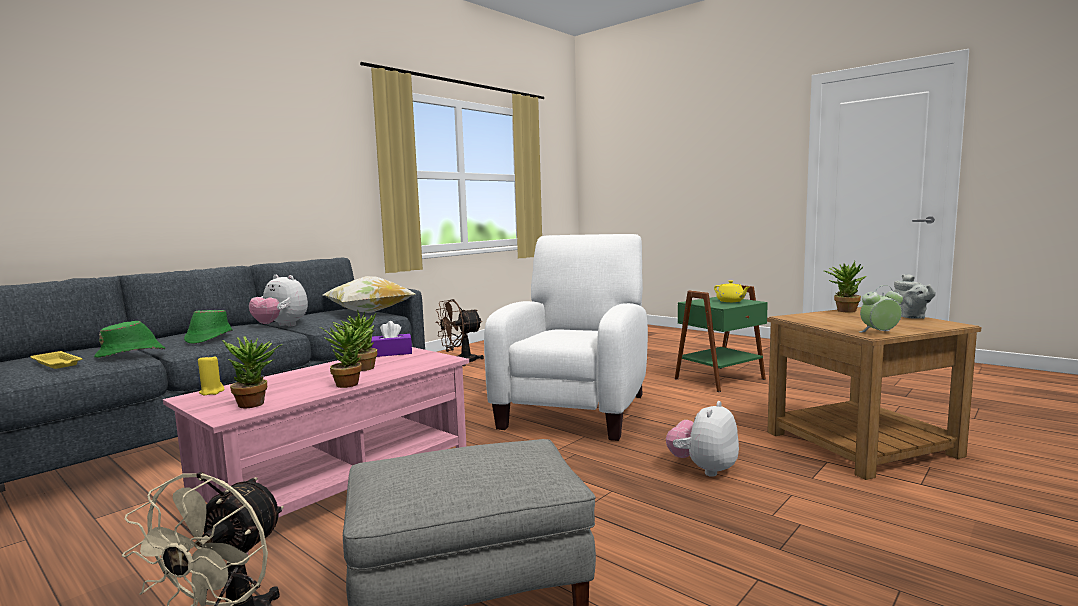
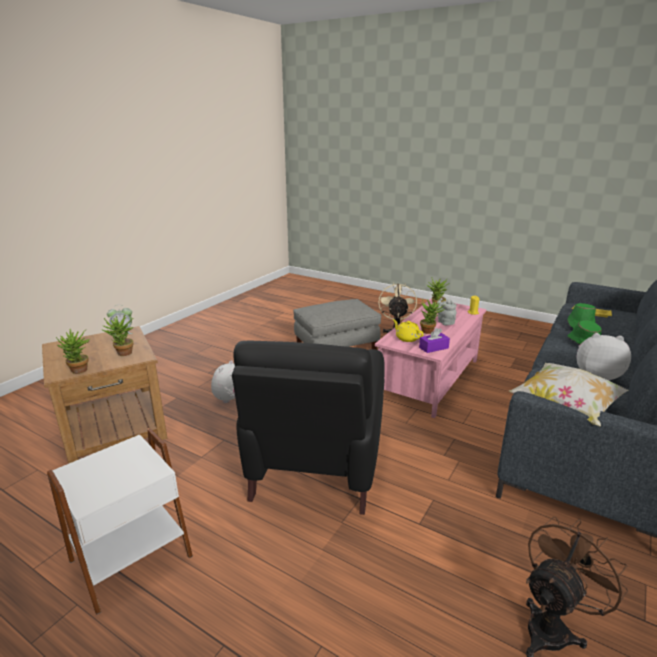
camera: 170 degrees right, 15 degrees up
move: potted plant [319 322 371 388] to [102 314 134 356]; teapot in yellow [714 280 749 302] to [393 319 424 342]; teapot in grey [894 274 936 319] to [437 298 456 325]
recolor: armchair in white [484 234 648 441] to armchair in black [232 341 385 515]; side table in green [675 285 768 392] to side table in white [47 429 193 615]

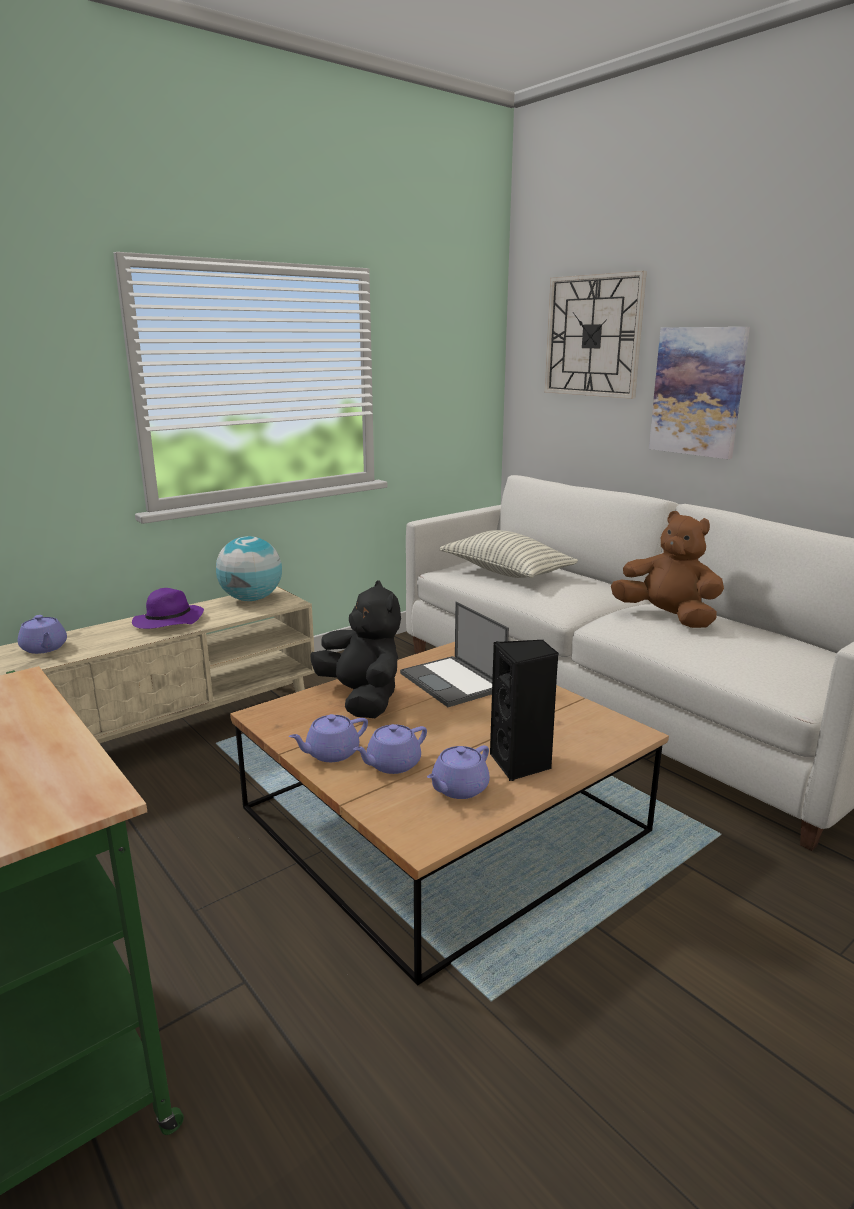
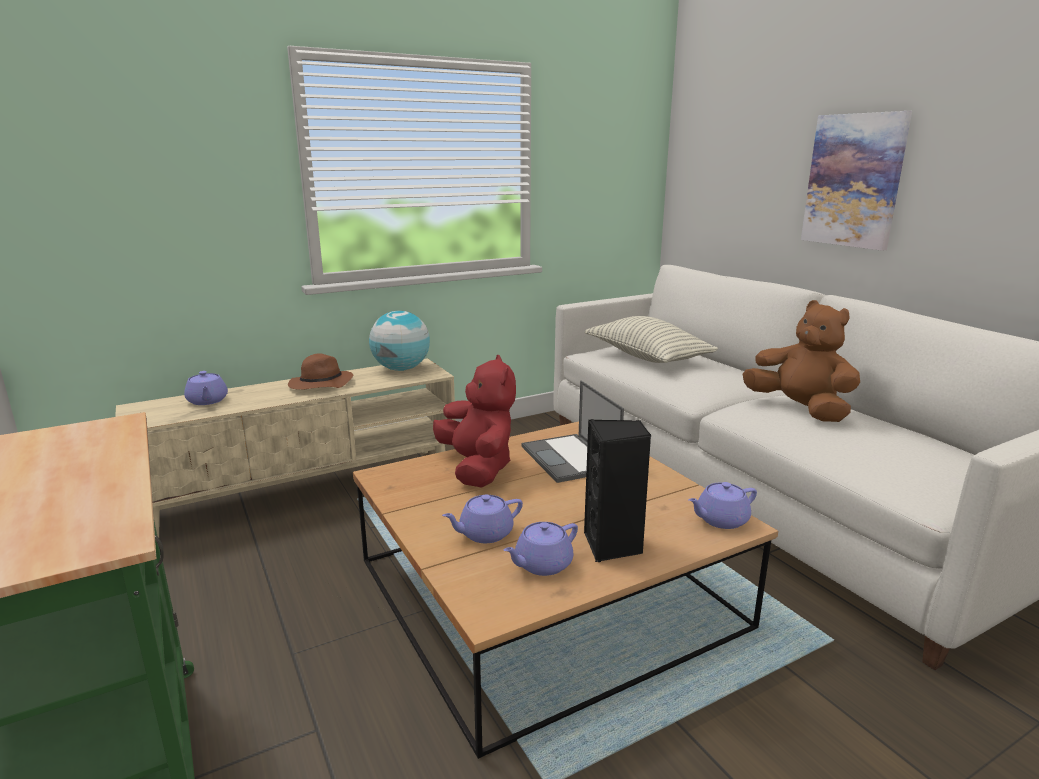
camera: 10 degrees right, 0 degrees up
delete: wall clock [545 271 647 399]
move: teapot in purple [289 714 368 762] to [688 482 757 529]
recolor: hat in purple [132 588 204 629] to hat in brown [288 353 353 390]; plush toy in black [310 580 401 718] to plush toy in red [433 355 516 488]

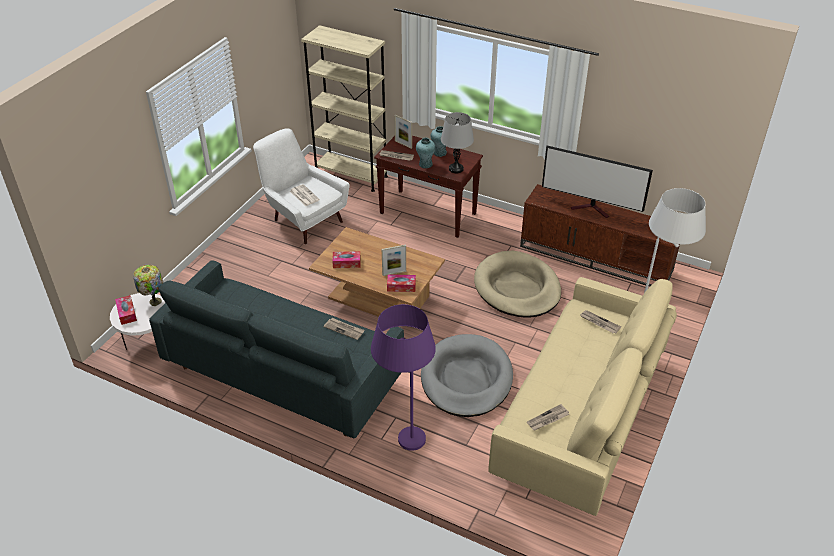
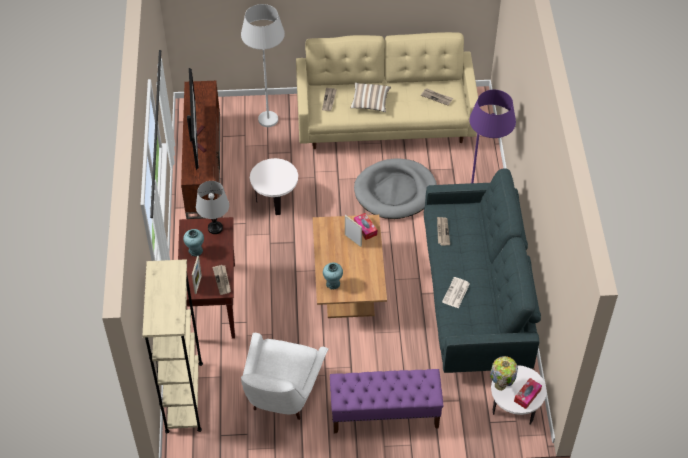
camera: 120 degrees left, 10 degrees up
delete: tissue box [332 251 361 268]
insert: bench in purple [330 369 443 433]; pillow [350 83 391 112]
move: newspaper [290 184 320 206] to [442 277 470 308]; vase in turquoise [416 138 435 168] to [323 263 343 290]
replace: dog bed in beige [474 251 561 317] to side table in white [250 158 298 215]

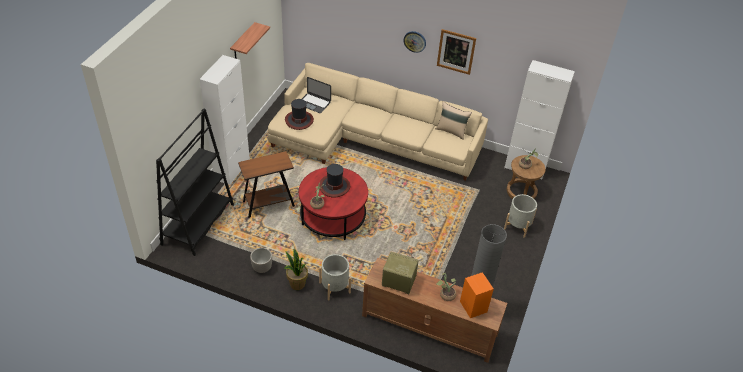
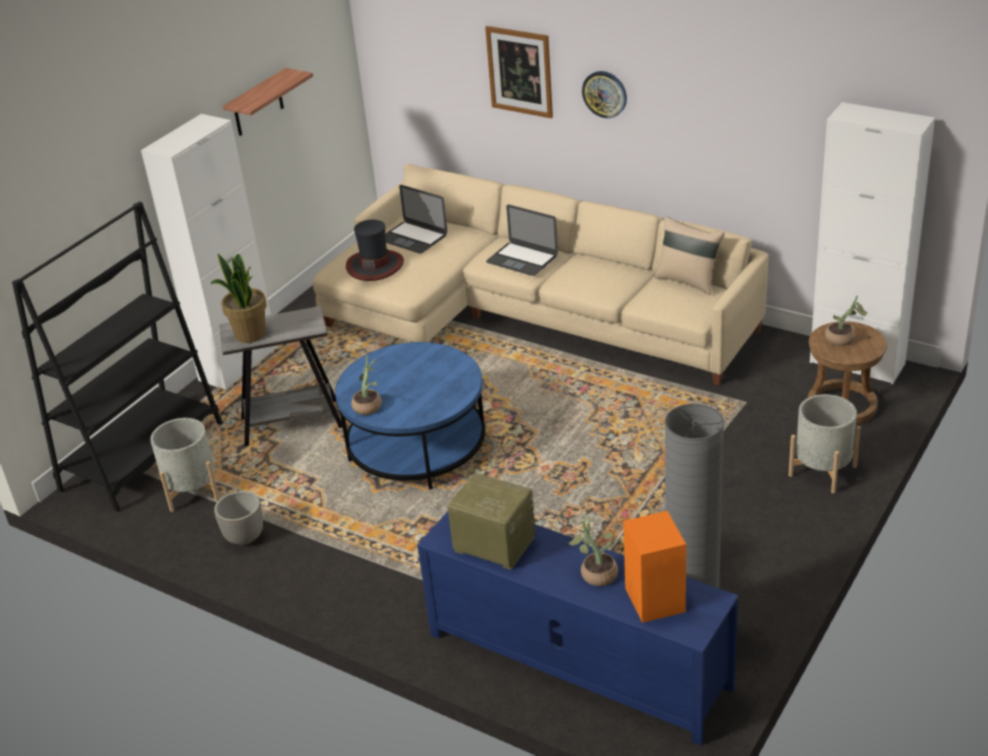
camera: 15 degrees right, 10 degrees down
delete: hat [319 164 350 198]
insert: laptop [486 205 558 276]
move: potted plant [284 249 308 290] to [210 254 267 343]; planter in grey [319 254 351 300] to [150 418 219 512]; picture [437 29 476 75] to [485 26 553 118]
recolor: side table in brown [238 151 295 218] to side table in grey [219 306 343 446]; coffee table in red [299 167 368 240] to coffee table in blue [335 342 485 490]; tv stand in brown [362 258 508 363] to tv stand in blue [417 512 739 745]

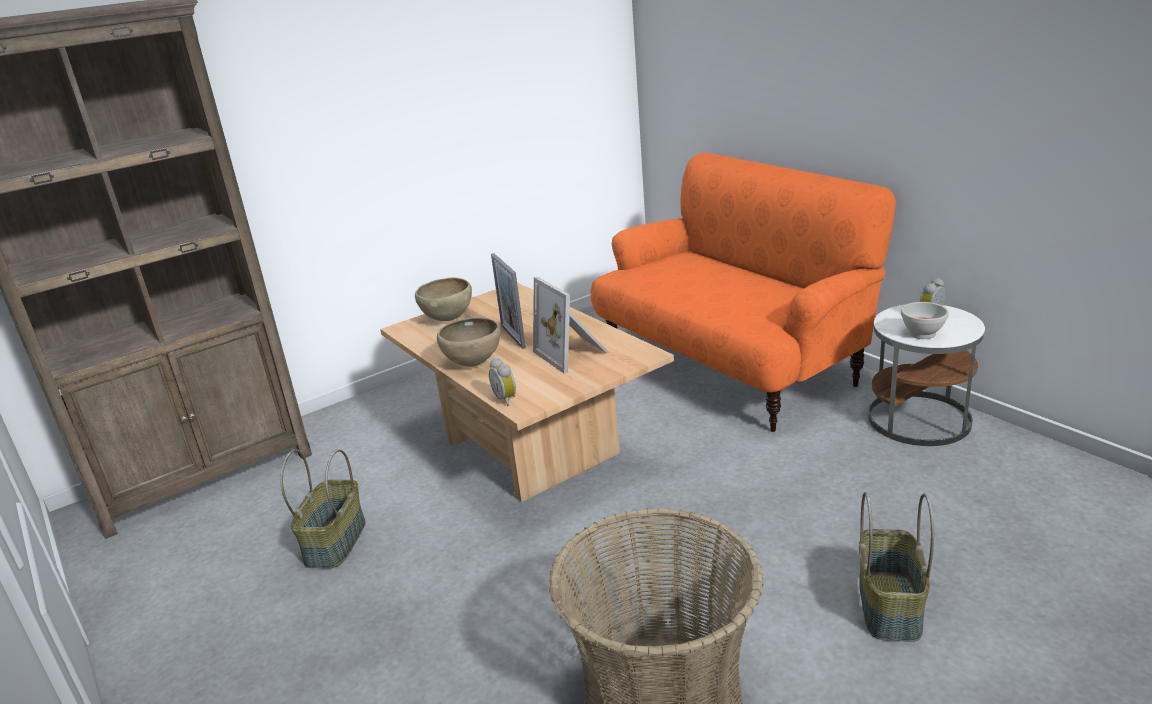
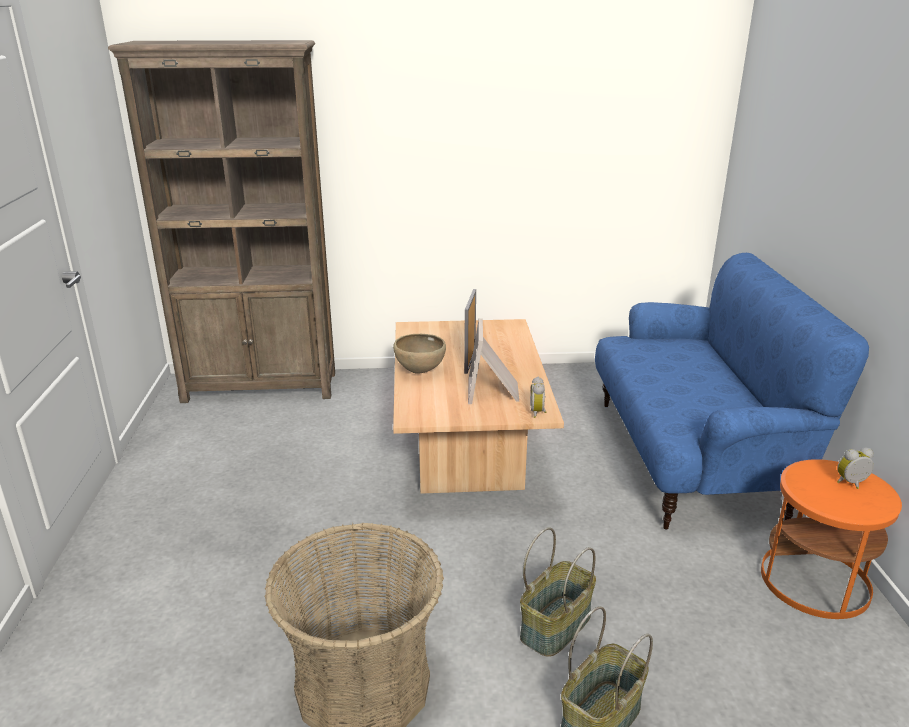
camera: 30 degrees right, 0 degrees up
delete: bowl in brown [415 277 472 321]; bowl in white [901 302 949 339]
move: basket [280 449 366 569] to [520 527 596 657]; alarm clock [489 358 516 406] to [530 377 546 418]
recolor: sofa in orange [591 153 896 432] to sofa in blue [595 253 869 530]; side table in white [868 304 985 446] to side table in orange [761 459 902 619]

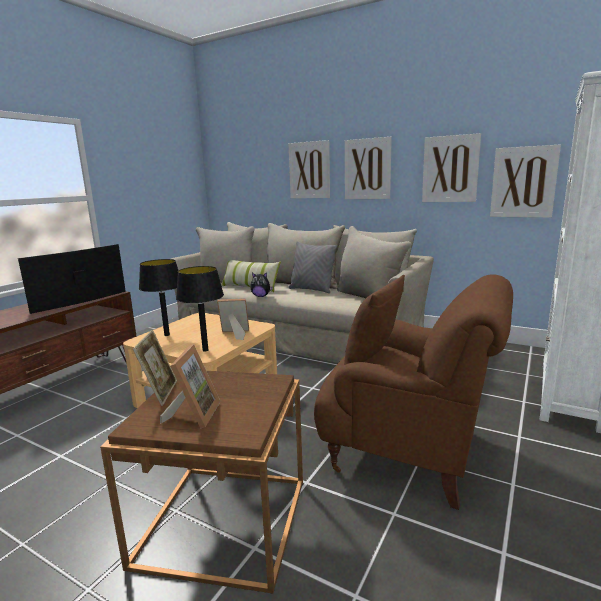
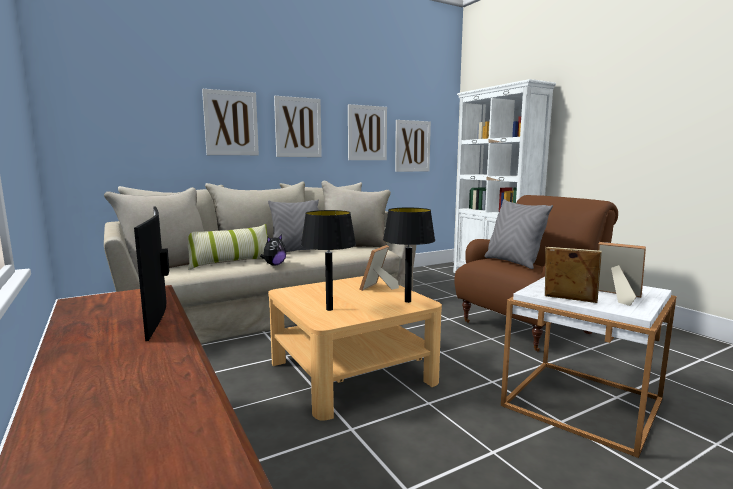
camera: 60 degrees left, 5 degrees down
recolor: side table in brown [100 371 303 593] to side table in white [501 277 677 458]; pillow in brown [344 275 405 365] to pillow in grey [484 199 553 269]

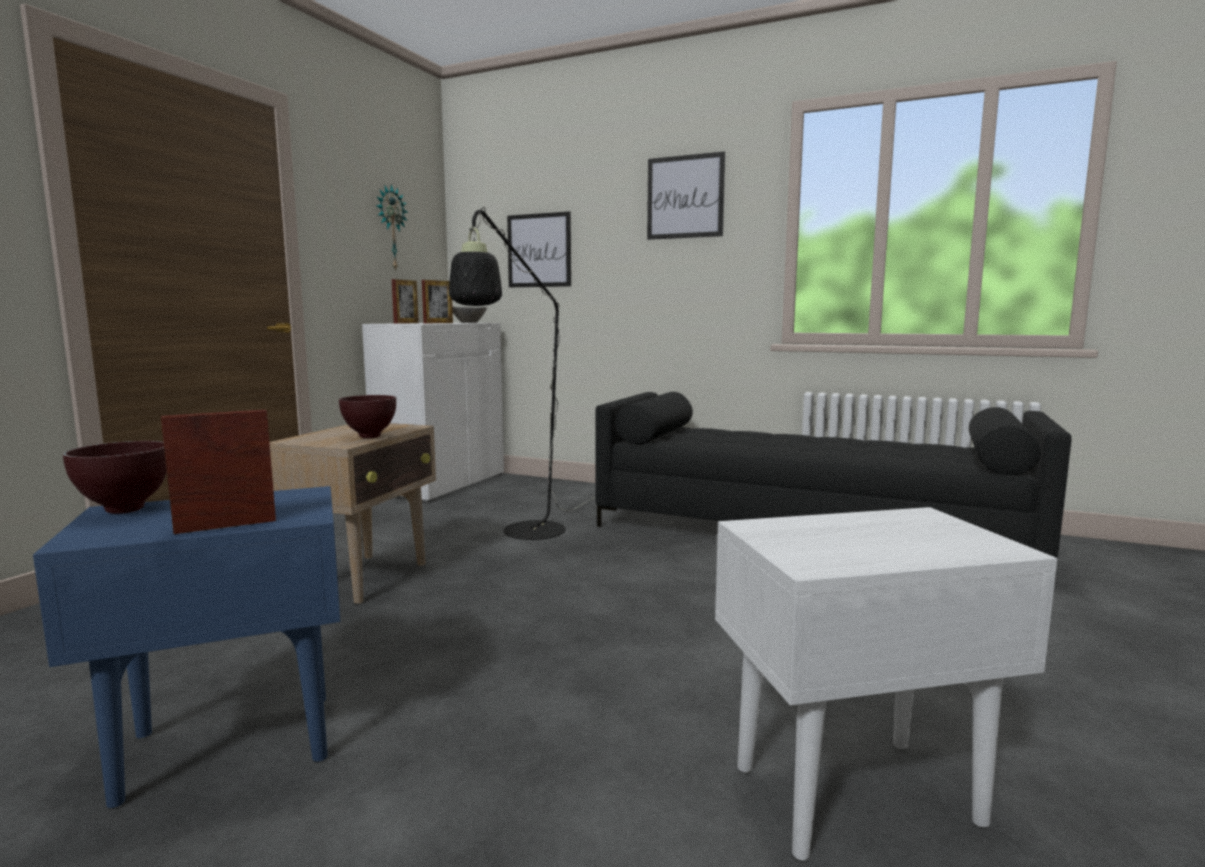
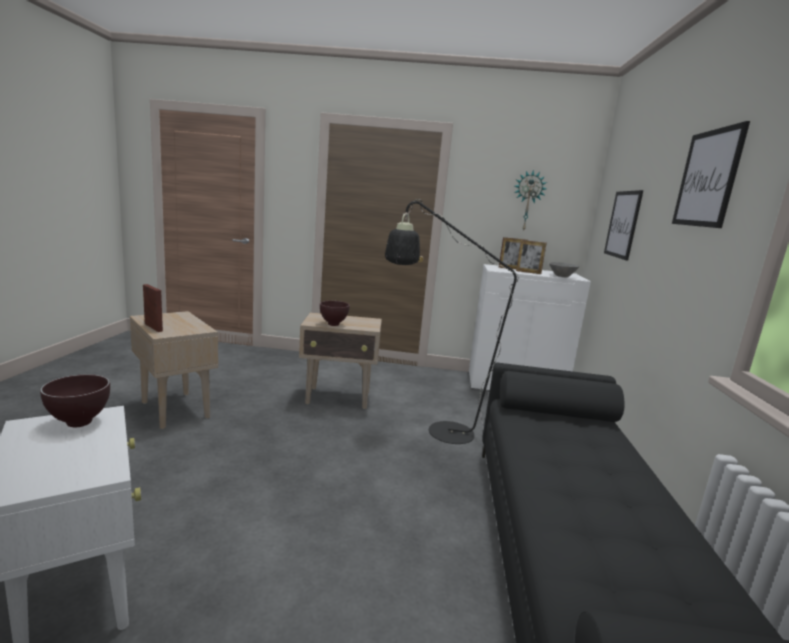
camera: 70 degrees right, 5 degrees up
move: bowl in brown [63 441 167 514] to [40 374 110 427]
recolor: side table in blue [33 486 340 808] to side table in beige [130 311 218 429]

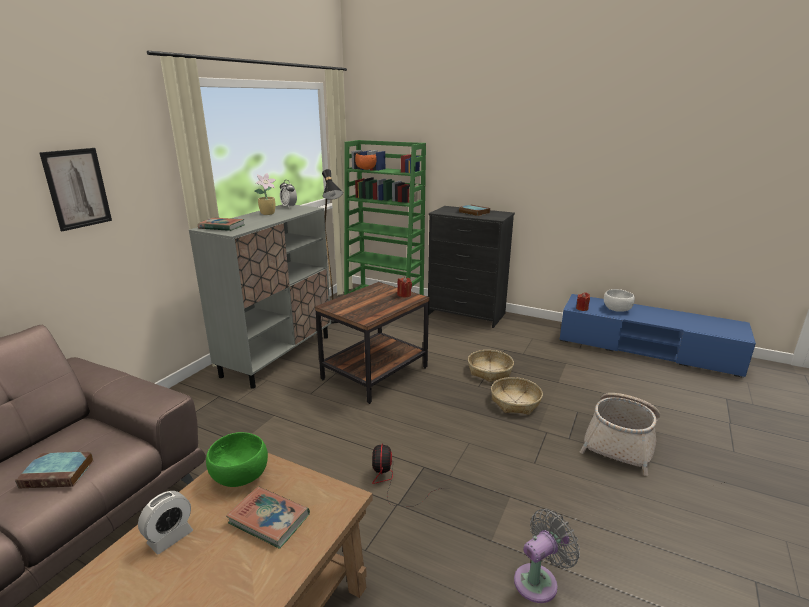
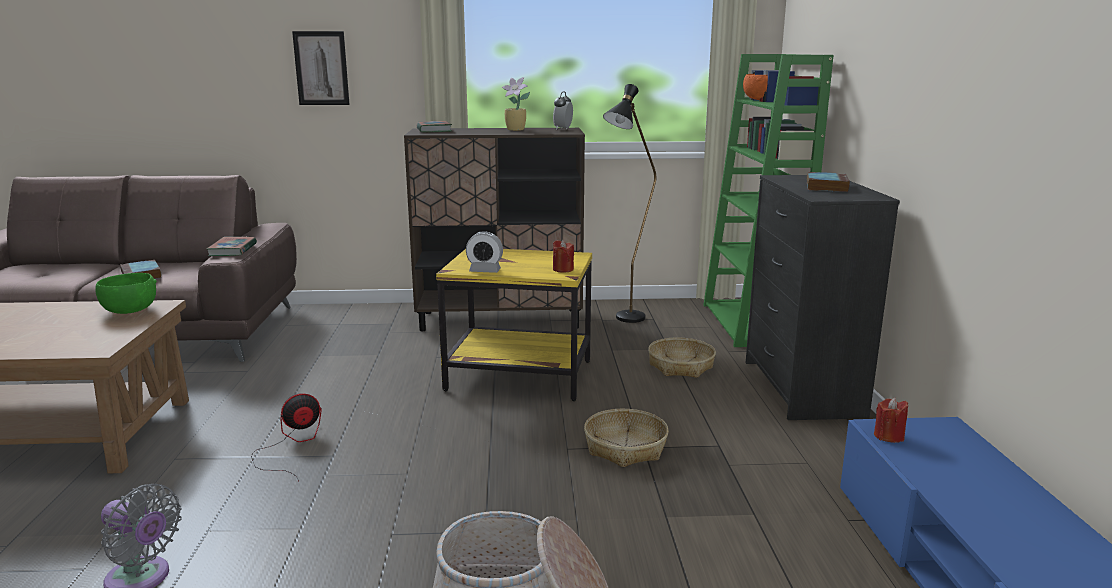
camera: 60 degrees right, 5 degrees down
delete: bowl in white [604 289 635 312]
move: alarm clock [138 491 193 554] to [466 231 503 273]; book [226 487 310 549] to [206 237 257 256]; basket [491 377 543 415] to [648 337 716 378]
recolor: cabinet in grey [189 204 331 389] to cabinet in brown [404 128 585 331]; side table in brown [315 282 430 404] to side table in yellow [436 249 592 401]

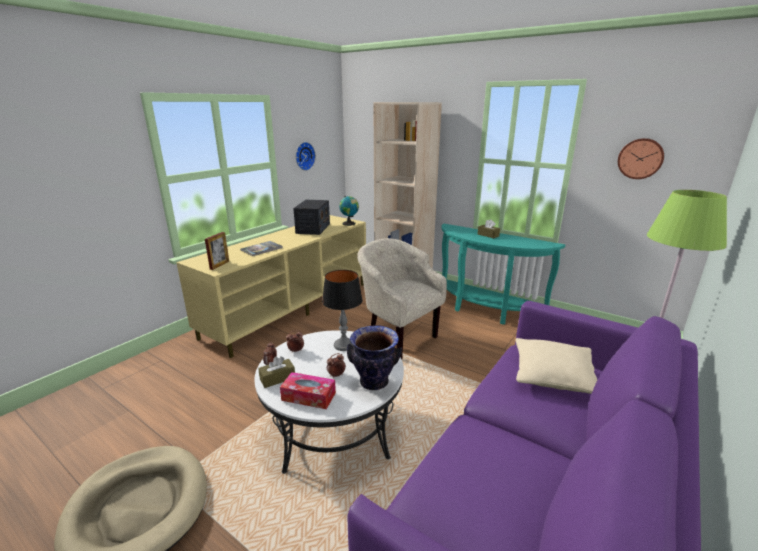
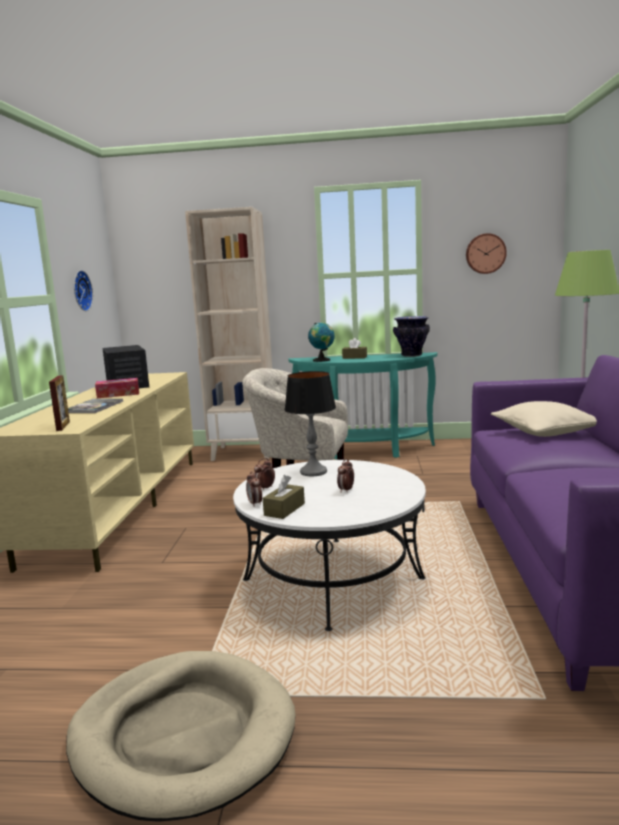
camera: 30 degrees left, 10 degrees down
move: tissue box [280 372 336 409] to [95 378 139 398]; globe [339 196 359 226] to [308 323 335 362]; vase [347 326 402 390] to [393 316 430 357]

